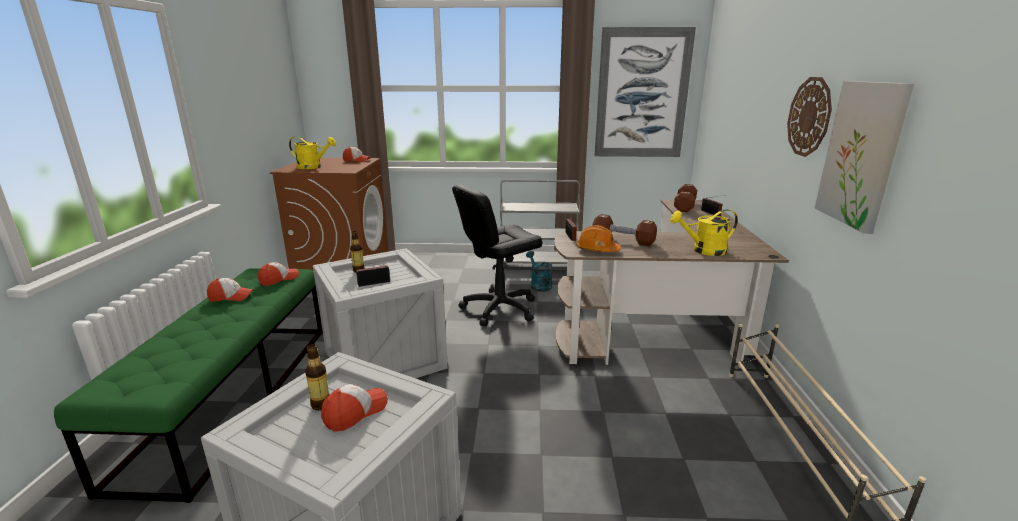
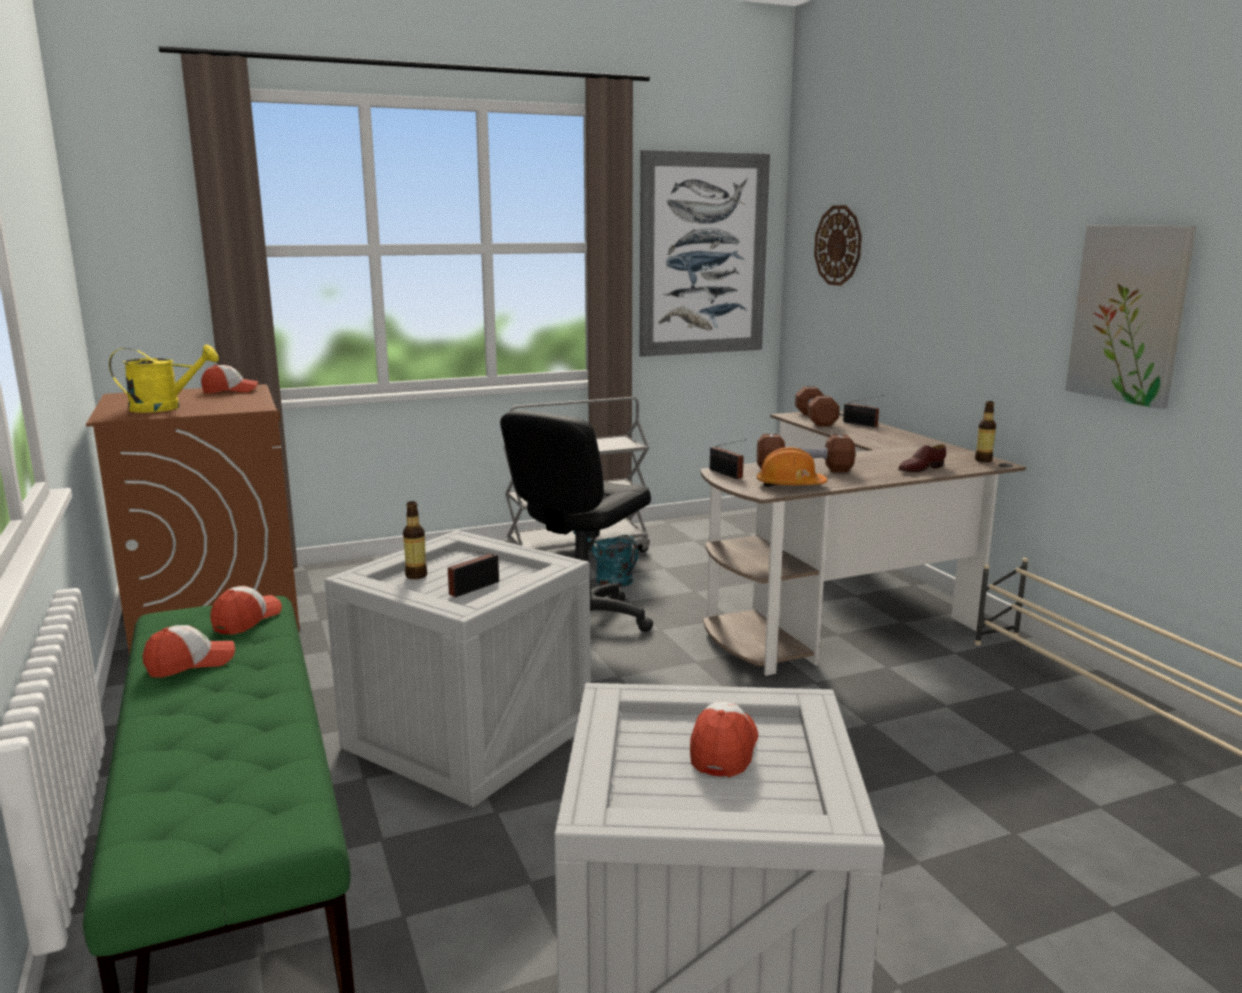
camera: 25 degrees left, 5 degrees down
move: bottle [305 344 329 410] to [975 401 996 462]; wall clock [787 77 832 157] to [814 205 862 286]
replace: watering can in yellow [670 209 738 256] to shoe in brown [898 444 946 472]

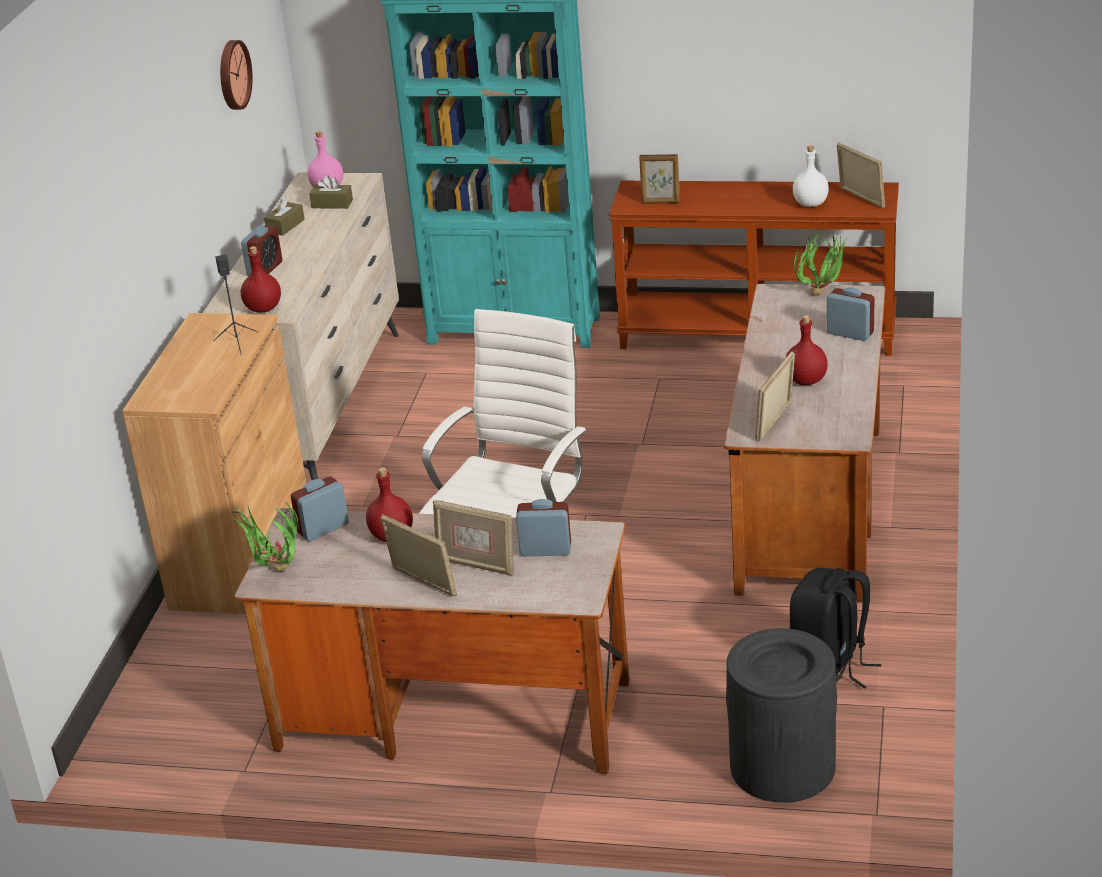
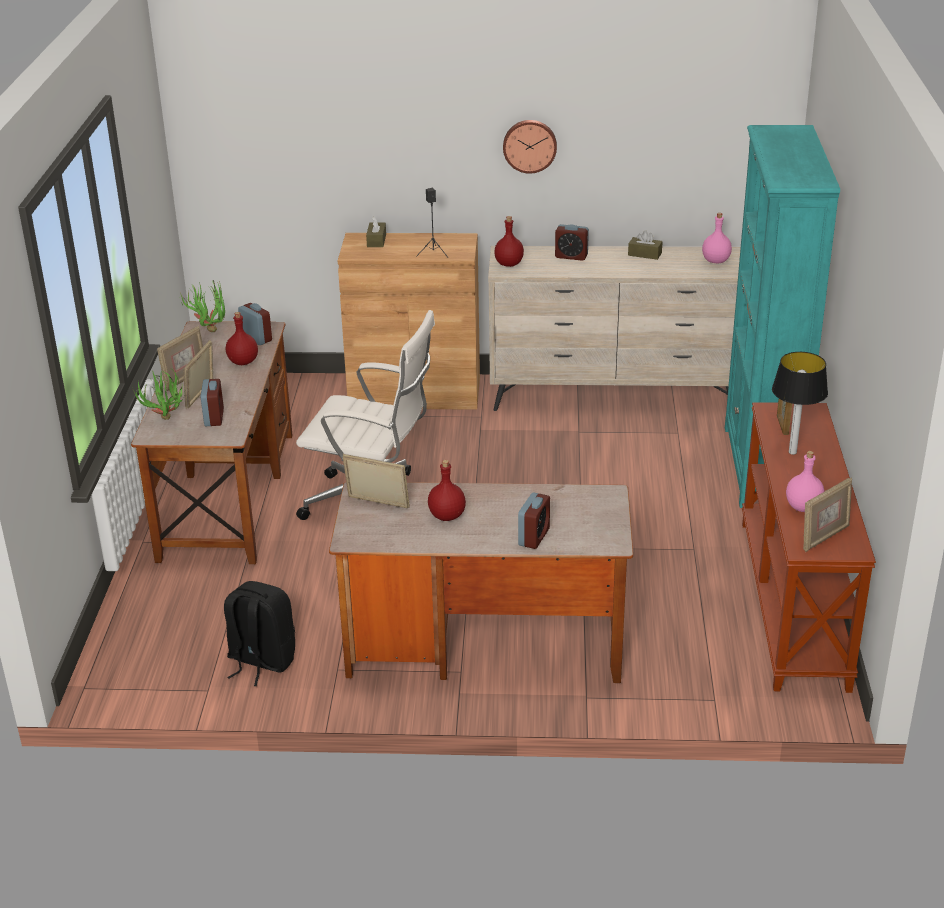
camera: 80 degrees right, 0 degrees up
delete: trash can in black [726 628 837 803]
insert: table lamp [772 352 828 455]
move: wall clock [220 40 253 110] to [503 120 557 174]; tissue box in brown [309 175 353 209] to [366 216 386 247]; potted plant [794 230 848 296] to [132 371 186 420]
recolor: bottle in white [793 145 829 207] to bottle in pink [786 451 825 512]

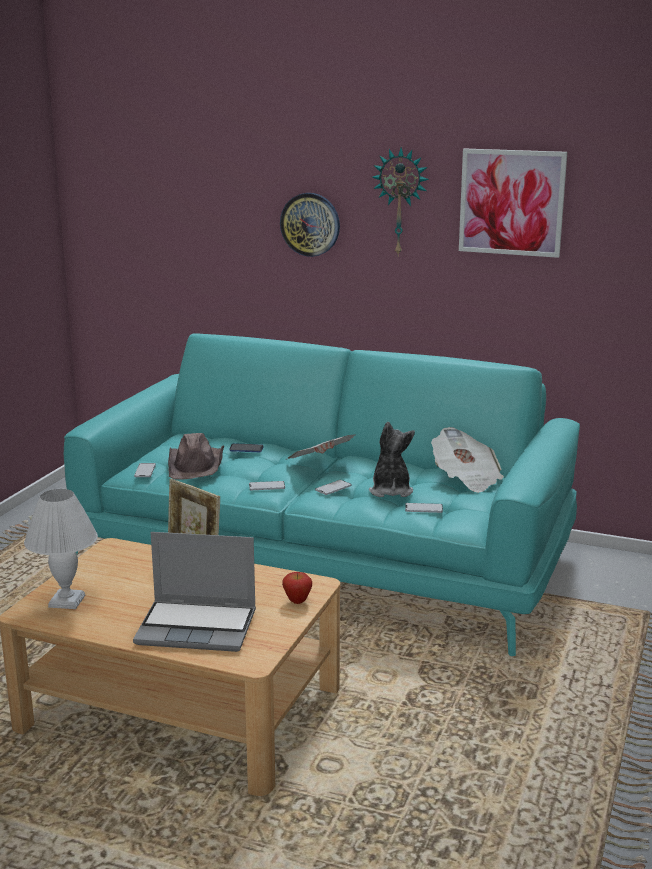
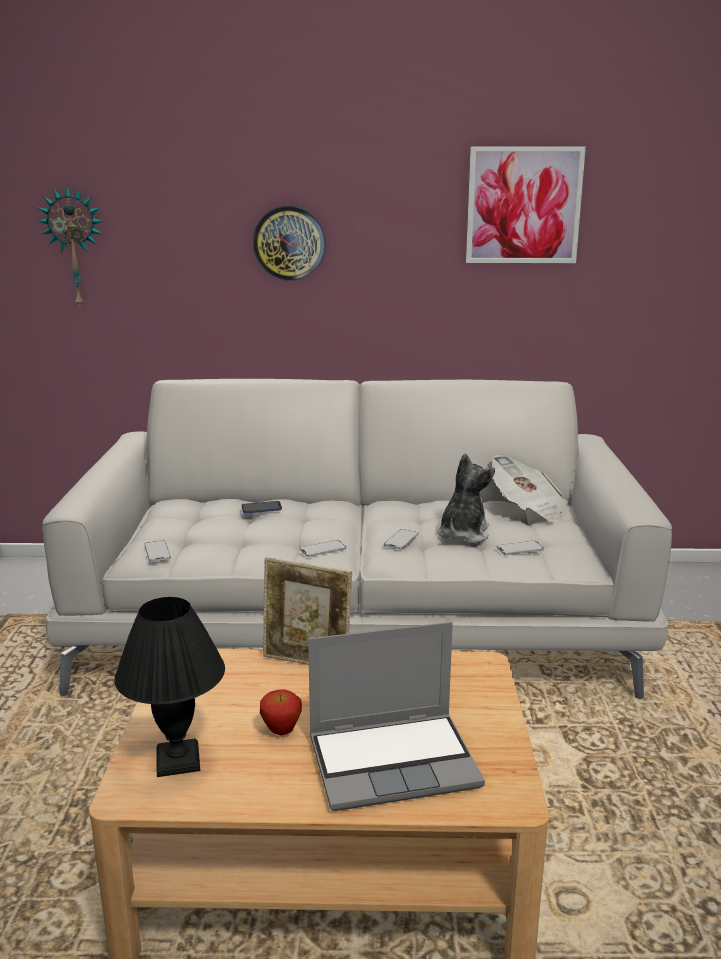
camera: 20 degrees left, 0 degrees up
delete: hat in brown [168 433 225 480]; newspaper [288 435 355 459]
move: apple [282 572 312 604] to [260 689 302 735]; wall clock [372 148 429 257] to [38 186 103 309]
recolor: table lamp in white [24 489 98 609] to table lamp in black [114 597 225 777]; sofa in turquoise [64 334 580 656] to sofa in white [42 379 672 699]
rotate: plush toy [369 422 415 497] = [438 453 495 543] 45 degrees clockwise

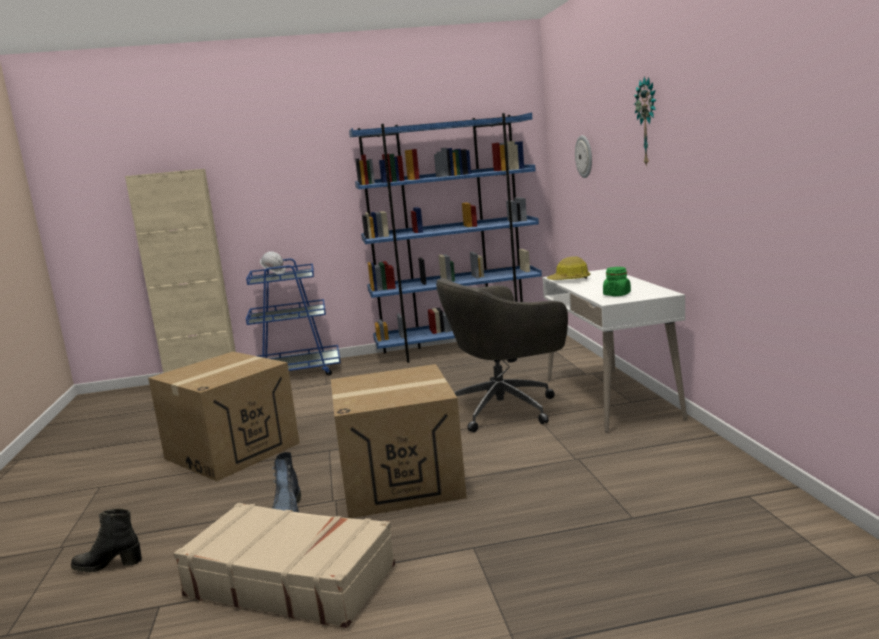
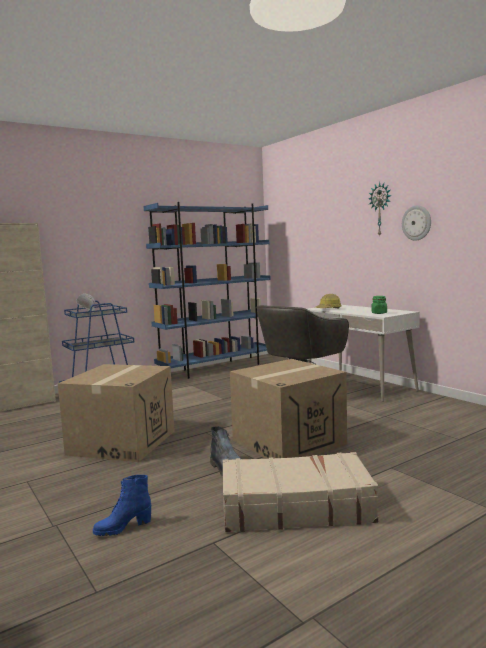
camera: 25 degrees left, 5 degrees down
move: wall clock [575 135 592 178] to [402 205 431 241]
recolor: boot in black [71 509 142 573] to boot in blue [93 475 151 536]

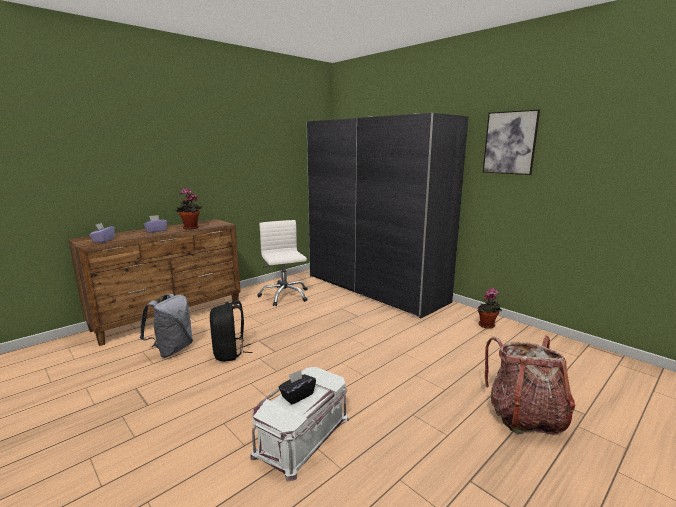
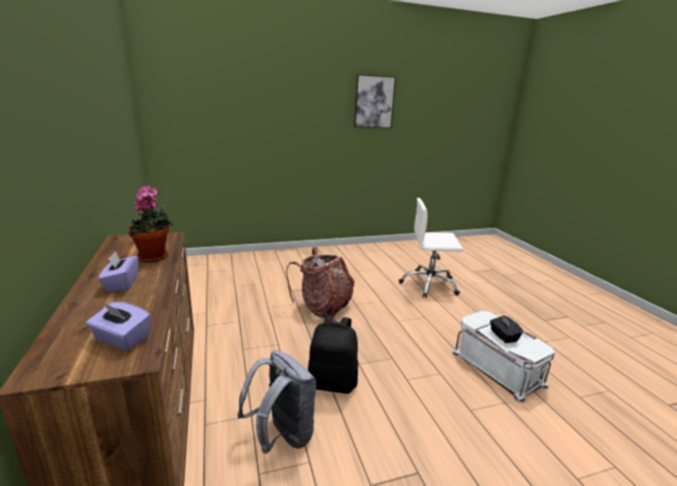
camera: 65 degrees left, 5 degrees up
delete: wardrobe in grey [307 113 468 319]; potted plant [478 288 502 329]
move: office chair in white [257 220 308 306] to [399 198 463 298]; backpack [485 335 575 435] to [286 247 355 318]

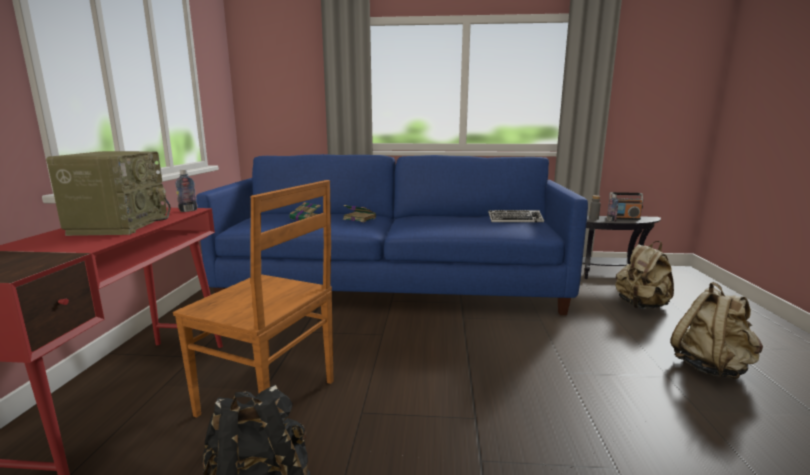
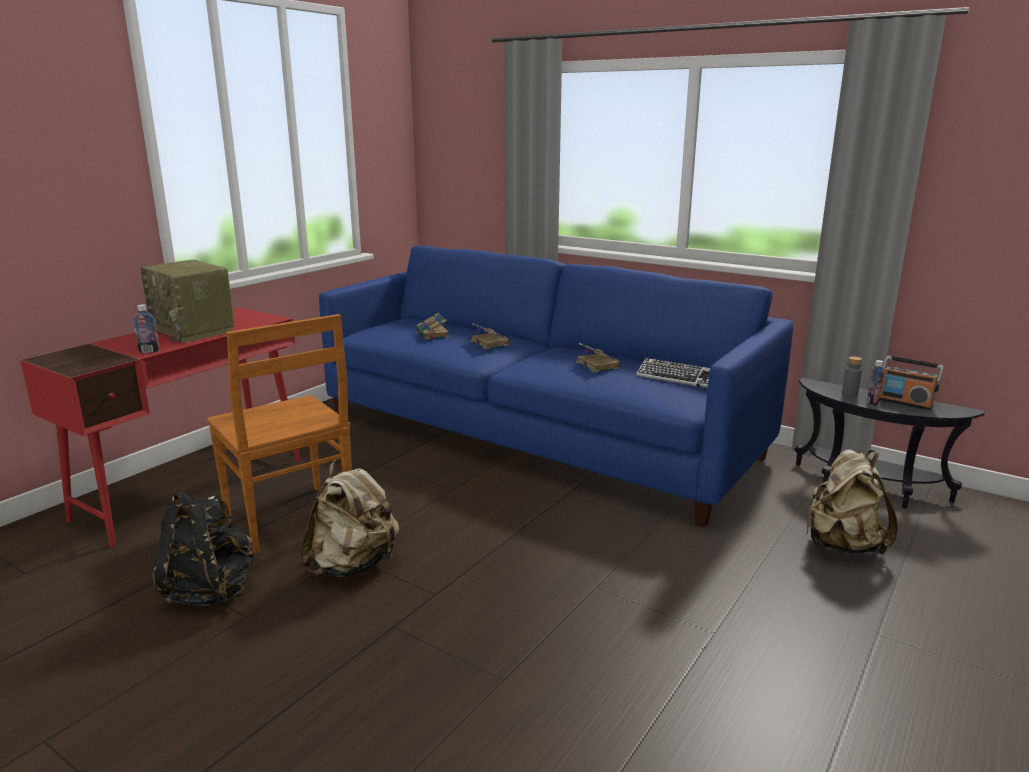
camera: 30 degrees right, 5 degrees up
insert: book [576 343 621 373]
move: bottle [175 170 197 212] to [133 304 160 353]; backpack in beige [670 282 763 379] to [300 460 400 577]
rotate: radio [46 151 171 236] = [141 260 235 343] 105 degrees clockwise

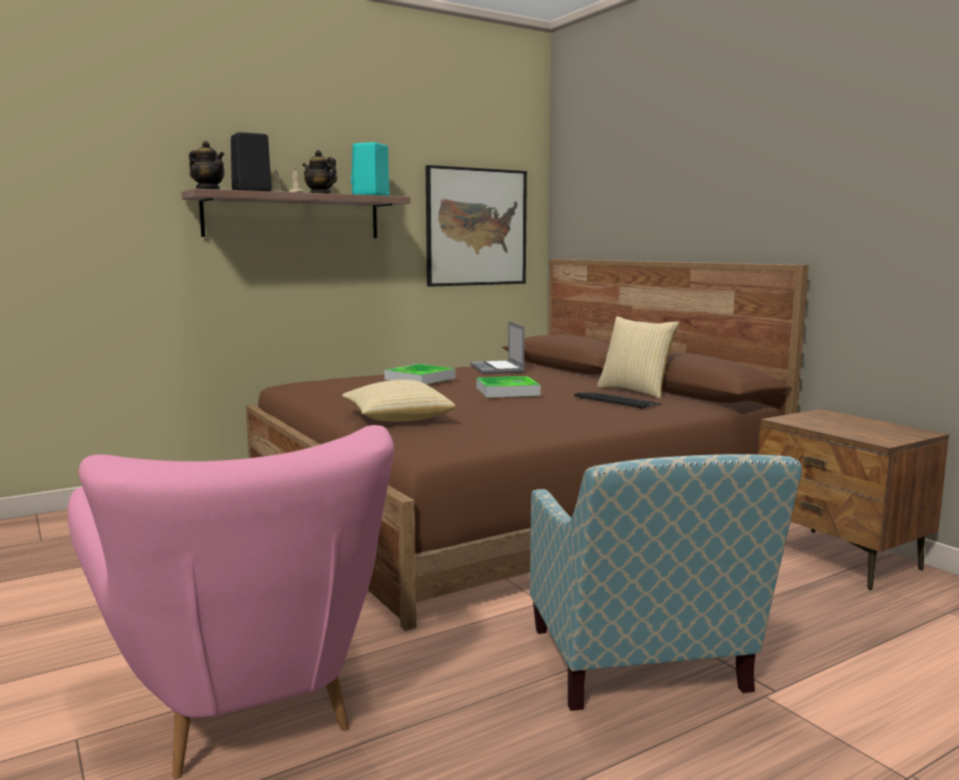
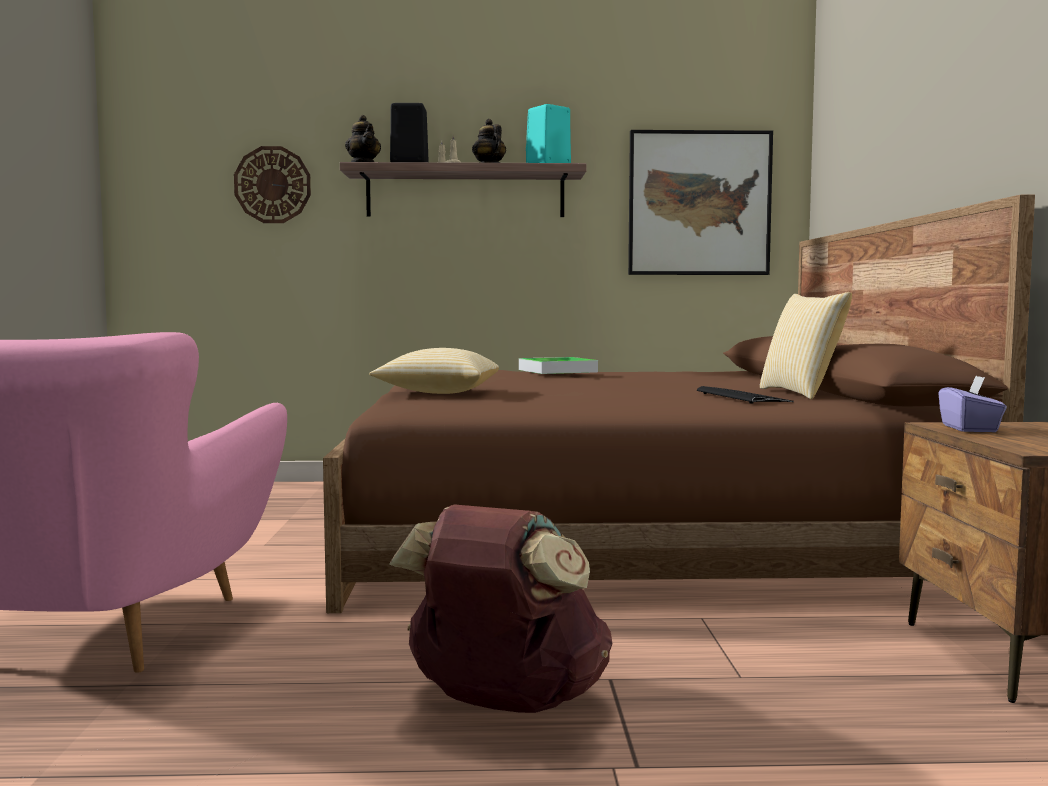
camera: 30 degrees right, 5 degrees down
delete: laptop [470 321 525 374]; tray [476 376 541 398]
insert: wall clock [234 146 311 223]; tissue box in purple [938 376 1007 432]
replace: armchair [530 454 802 711] to backpack in brown [389 504 613 713]

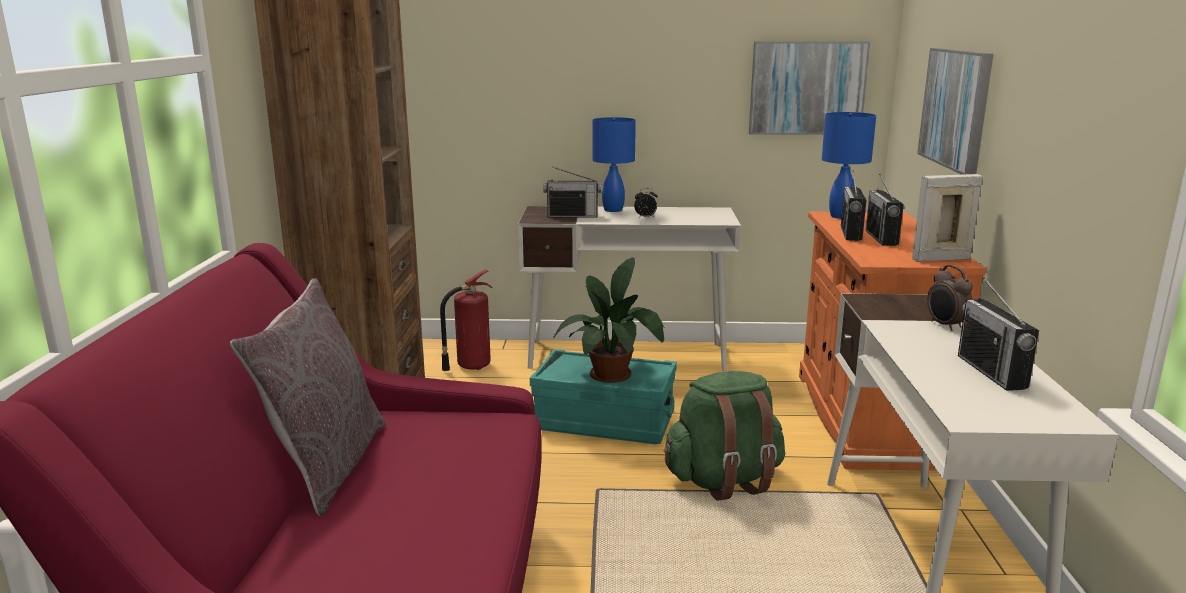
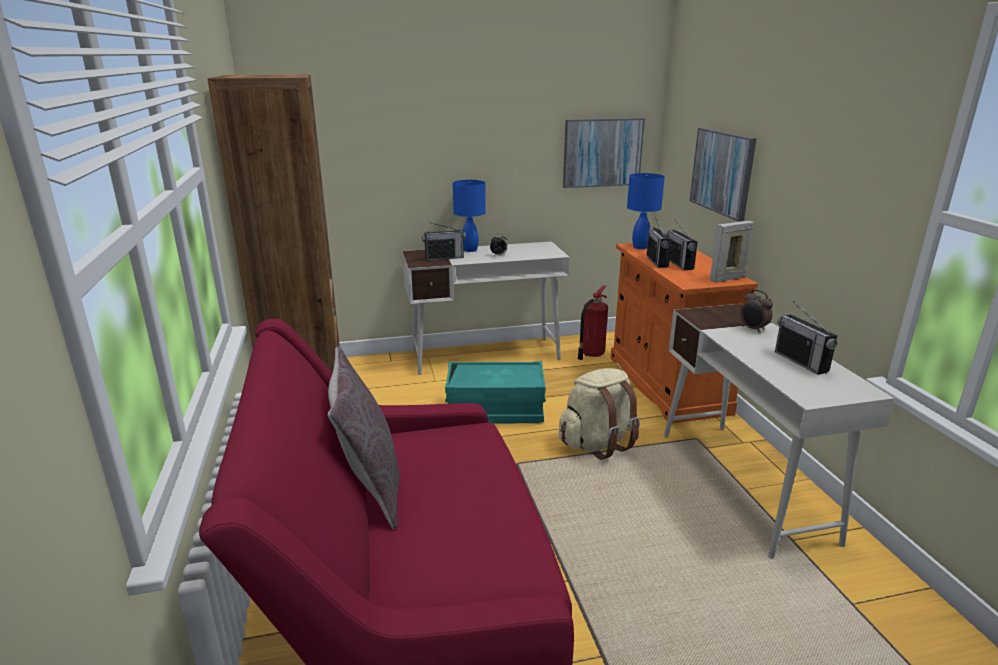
camera: 15 degrees left, 5 degrees up
delete: potted plant [553 257 664 383]
move: fire extinguisher [440 269 493 371] to [577 285 608 360]
recolor: backpack in green [664 371 785 501] to backpack in beige [558 368 640 460]

